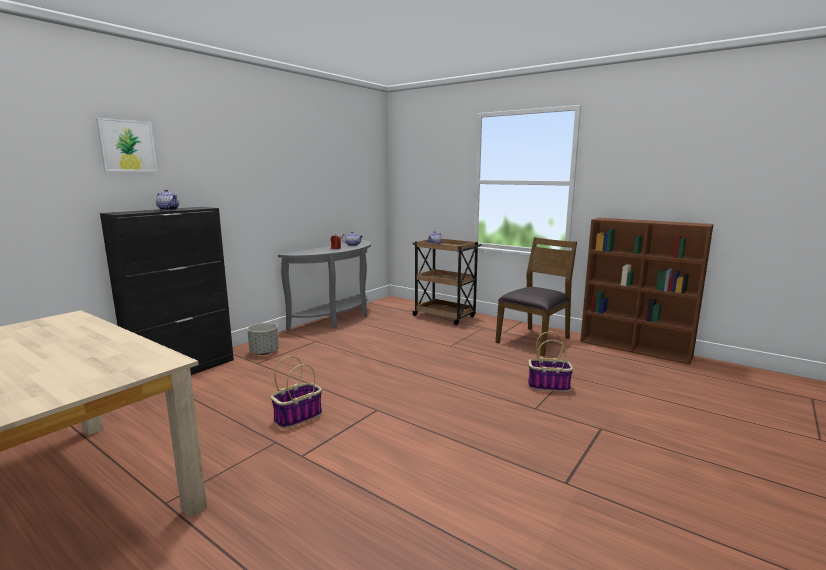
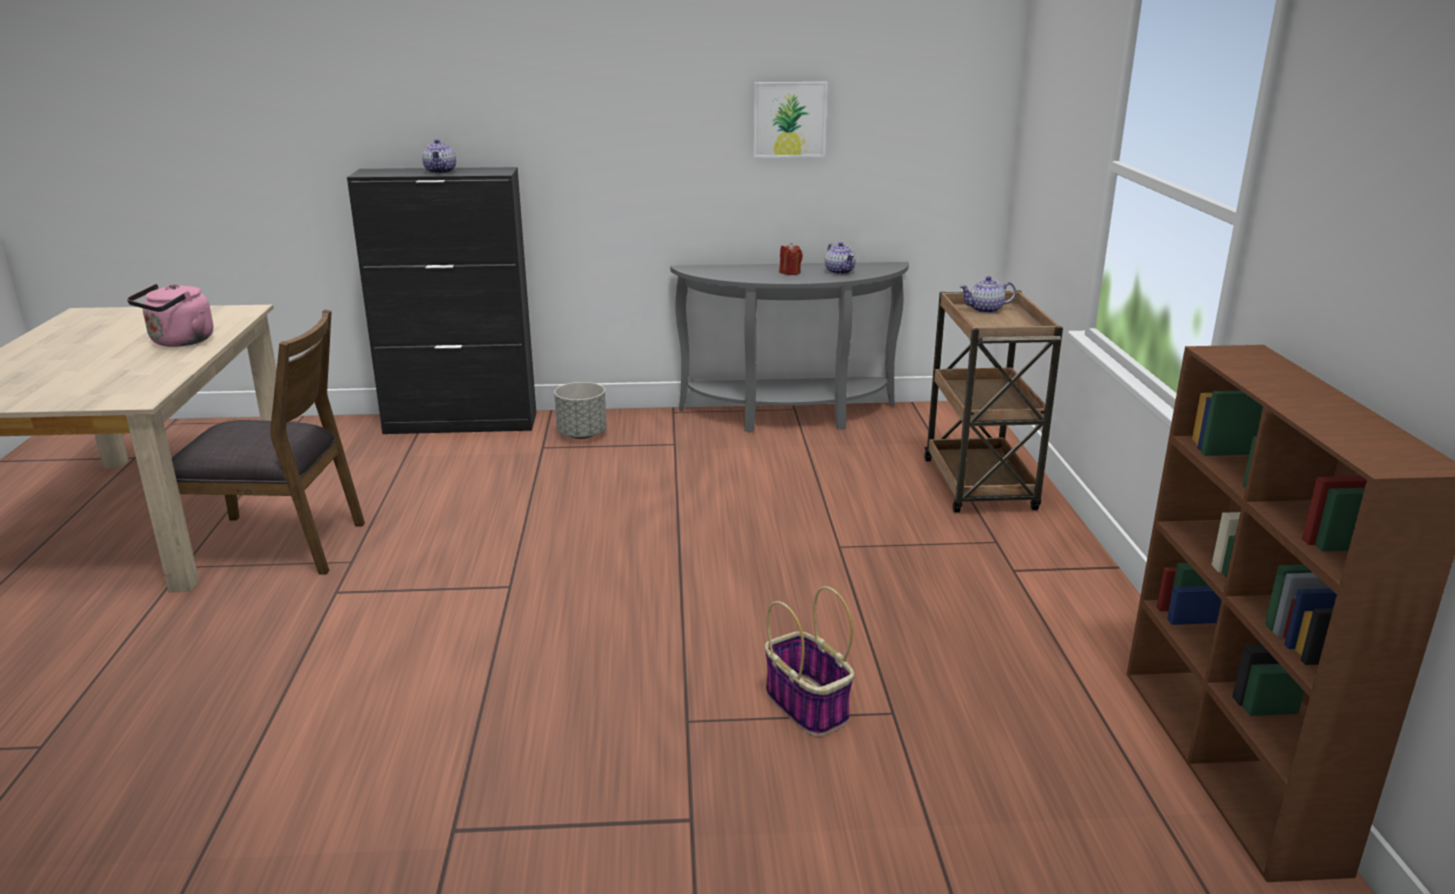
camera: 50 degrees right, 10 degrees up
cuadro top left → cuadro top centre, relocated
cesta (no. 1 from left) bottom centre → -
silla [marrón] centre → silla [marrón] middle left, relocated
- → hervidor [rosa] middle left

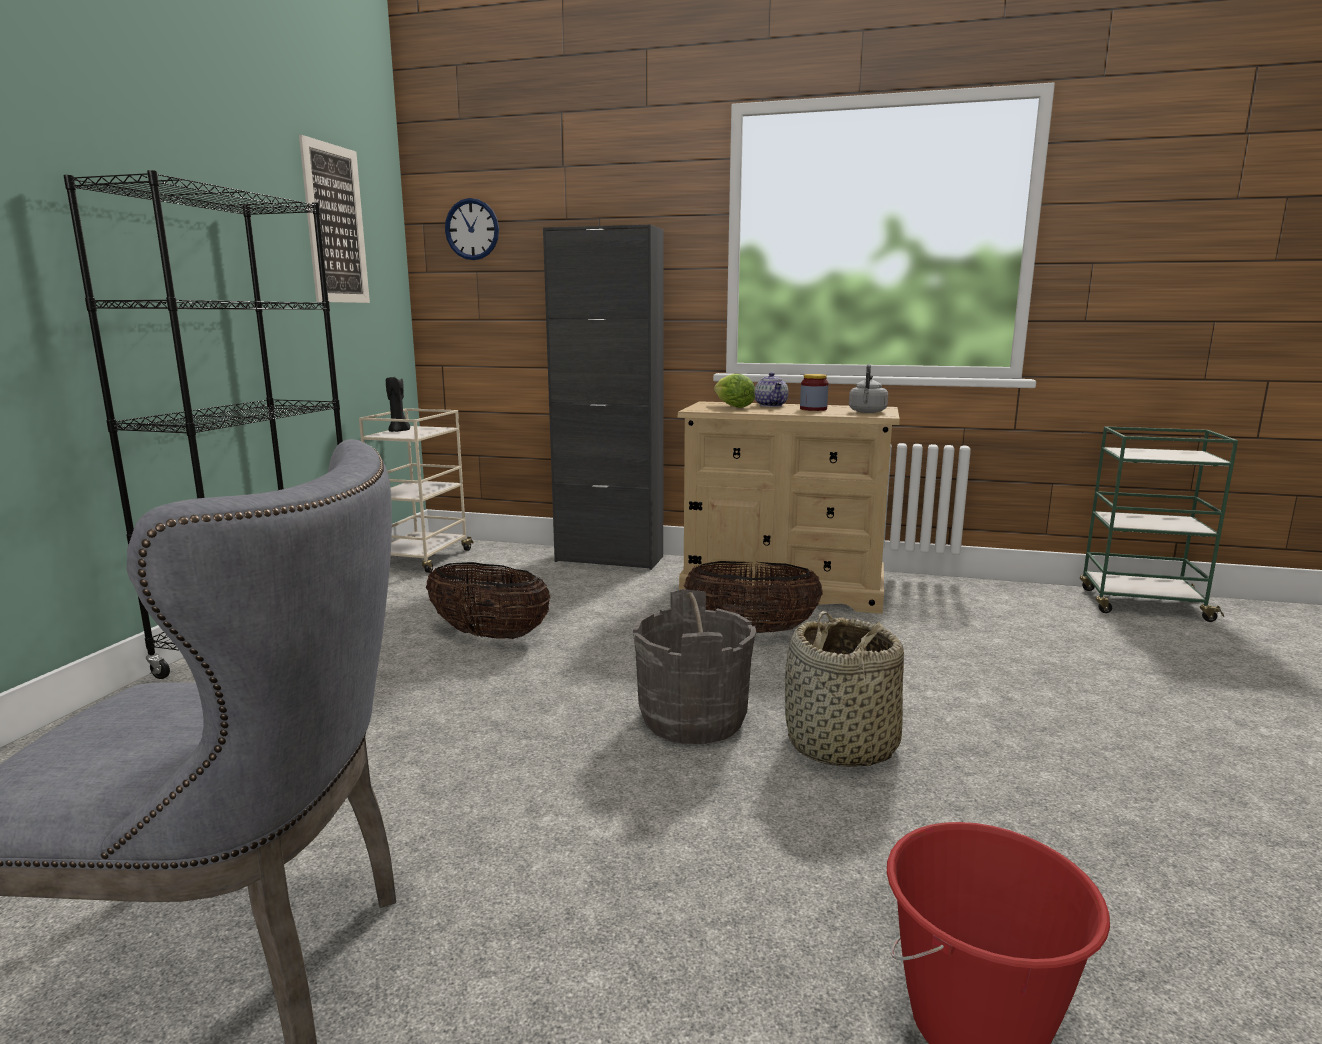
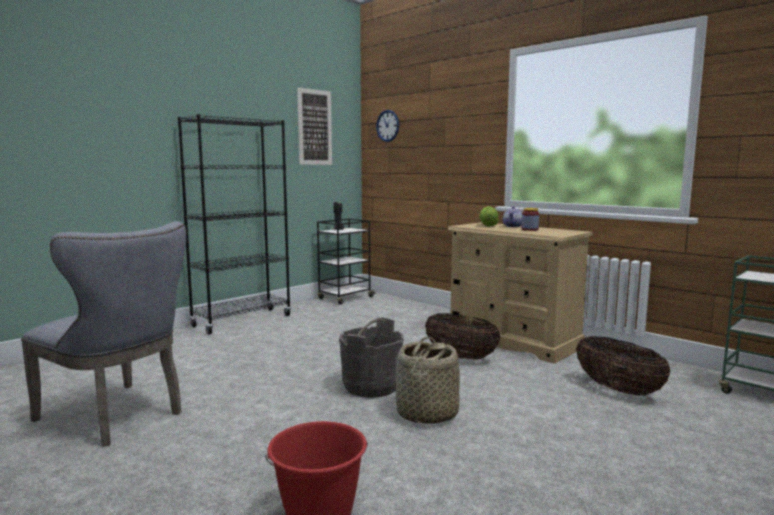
camera: 30 degrees right, 5 degrees down
carrito [beis] middle left → carrito [negro] centre
cesta (no. 1 from left in the first image) centre → cesta (no. 3 from left) bottom right, relocated
armario [negro] centre → -
hervidor [gris] centre → -

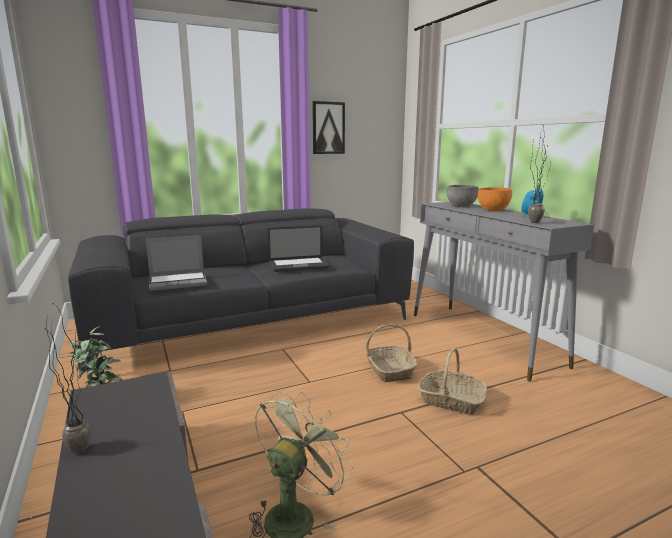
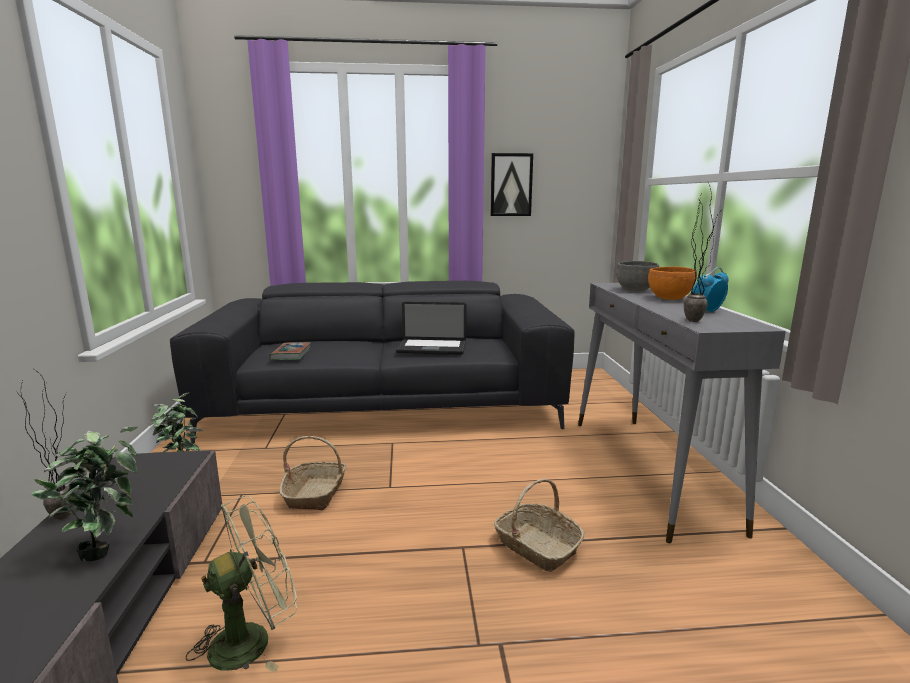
camera: 20 degrees right, 0 degrees up
portátil (no. 1 from left) middle left → libro middle left
cesta (no. 1 from left) centre → cesta (no. 1 from left) bottom centre, relocated
- → planta en maceta (no. 2 from left) bottom left

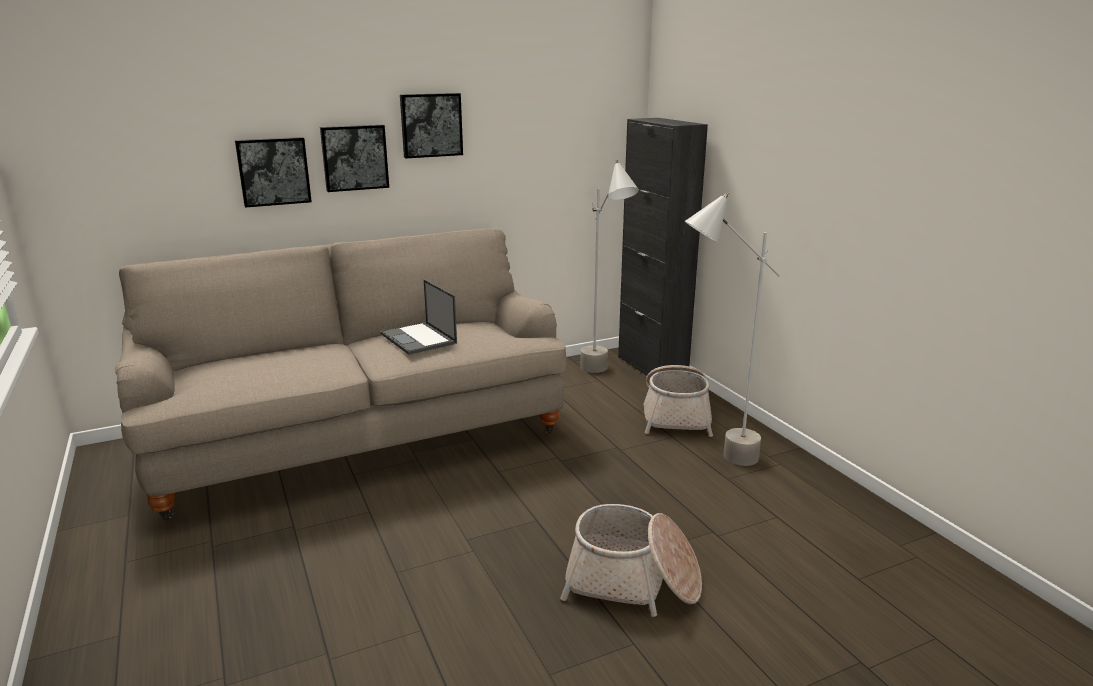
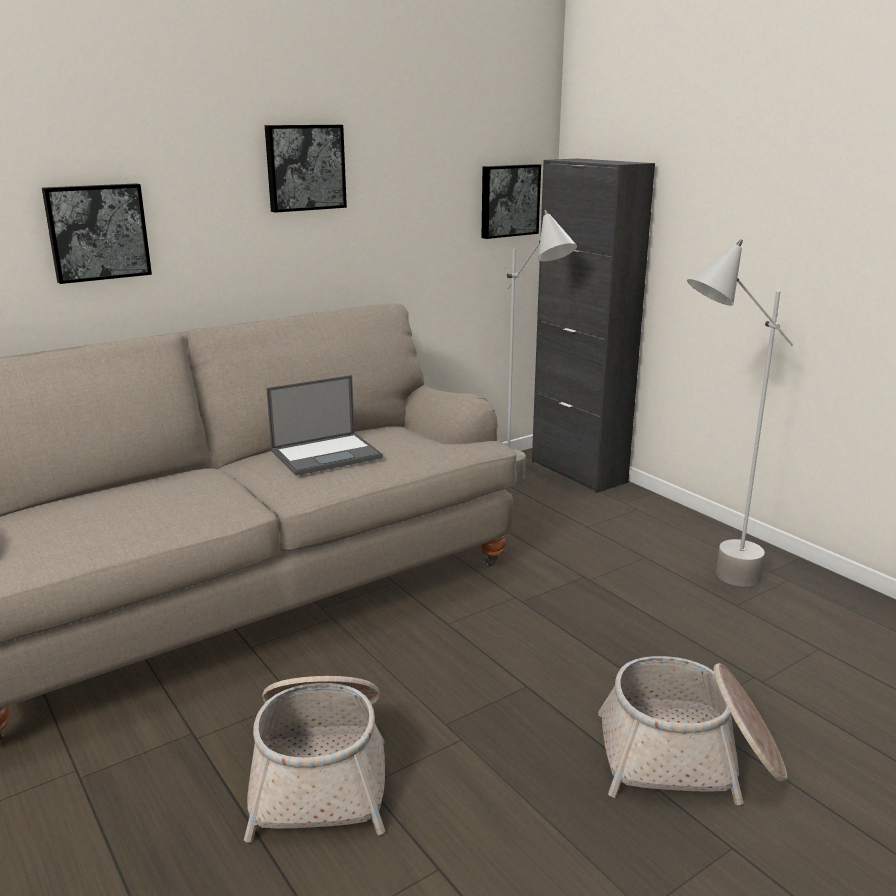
camera: 10 degrees left, 0 degrees up
cuadro (no. 2 from left in the first image) top left → cuadro (no. 3 from left) top centre, relocated
portátil centre, 75 degrees counterclockwise
cesta (no. 2 from left in the first image) centre → cesta (no. 1 from left) bottom centre, relocated

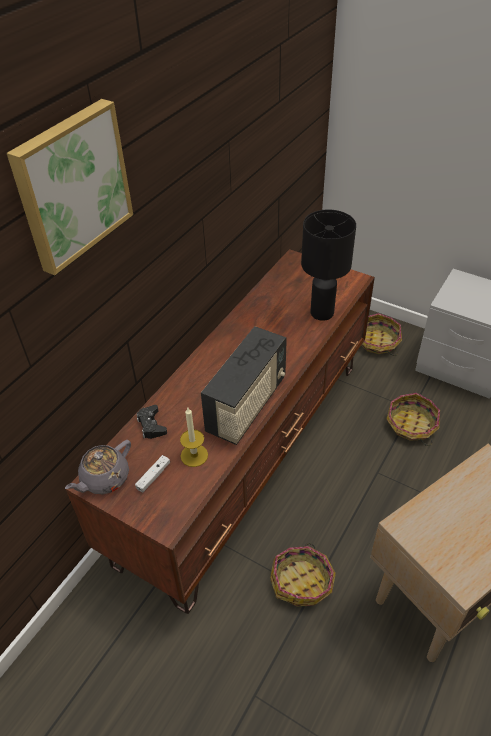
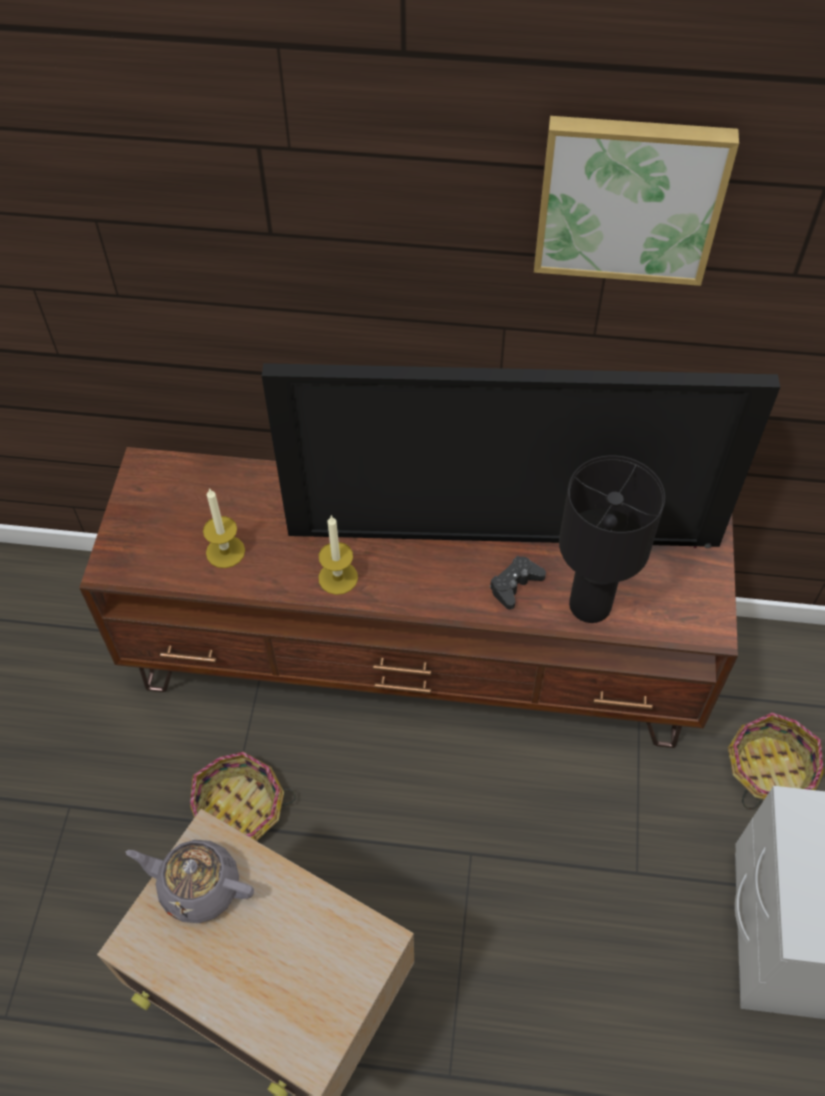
camera: 65 degrees right, 10 degrees up
cuadro top left → cuadro top right, relocated
tetera [gris] middle left → tetera [gris] bottom left, relocated
mando de consola [blanco] middle left → -
mando de consola [negro] middle left → mando de consola [negro] centre, relocated
radio centre → vela (no. 2 from left) centre
cesta (no. 3 from left) middle right → -
- → televisor centre

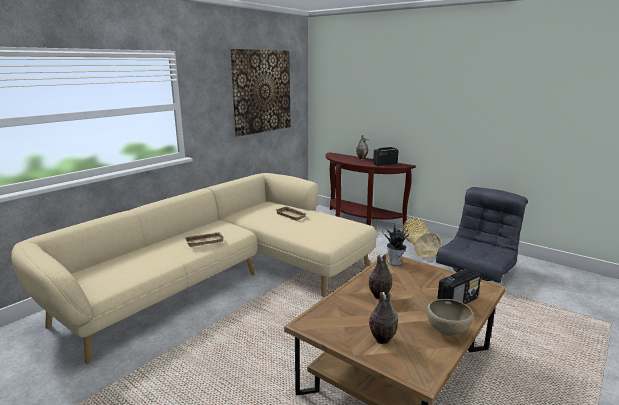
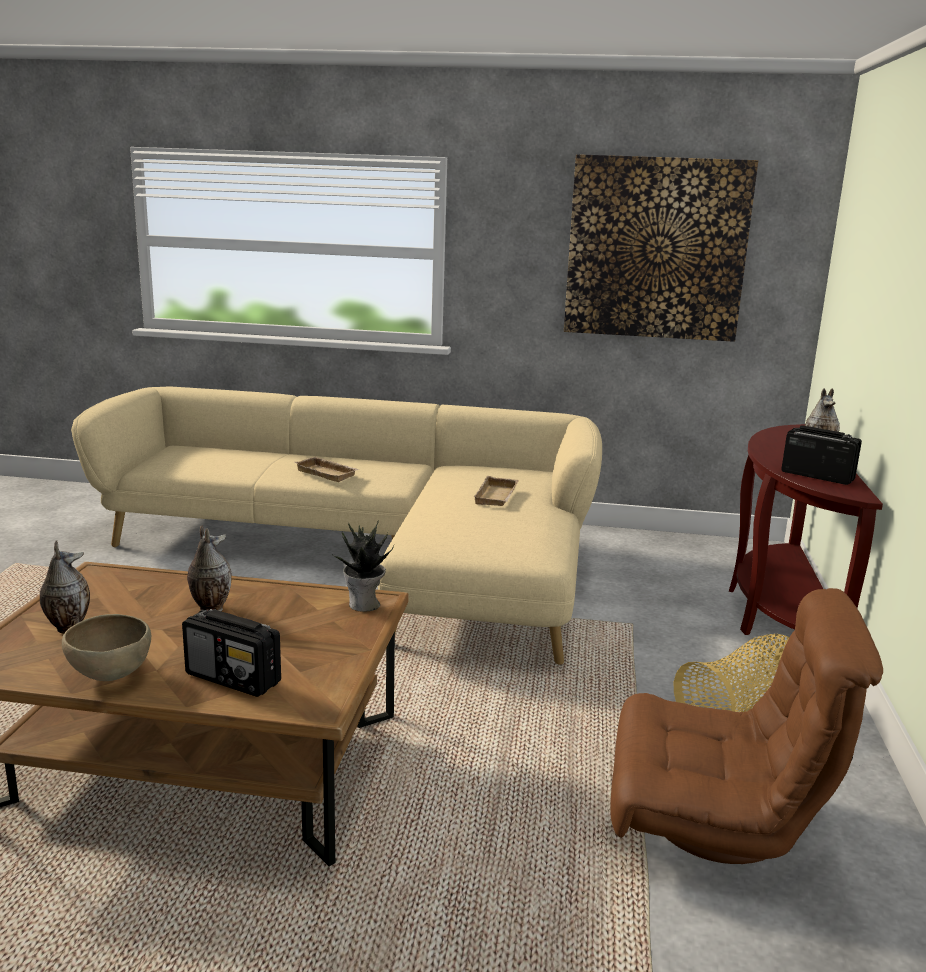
camera: 60 degrees right, 0 degrees up
sillón [gris] middle right → sillón [marrón] bottom right

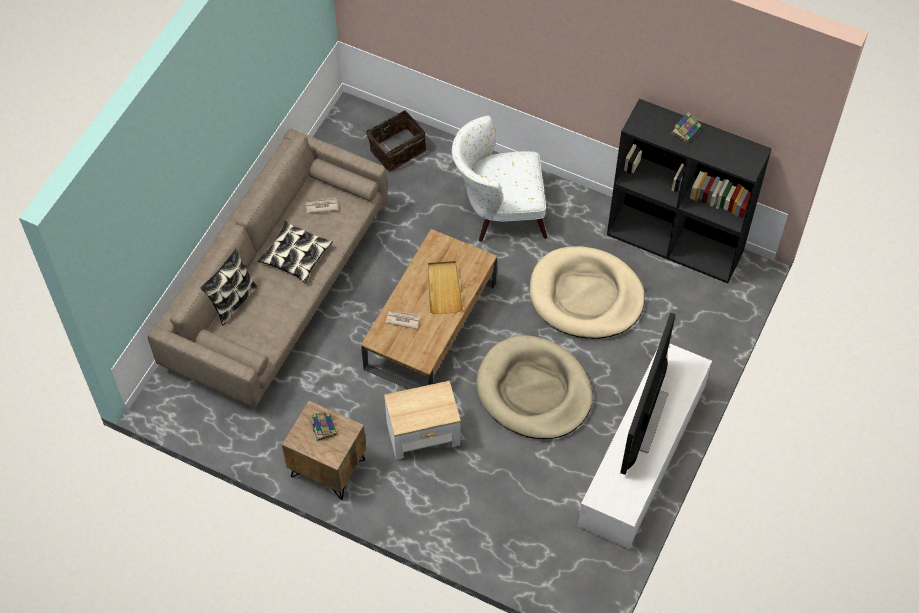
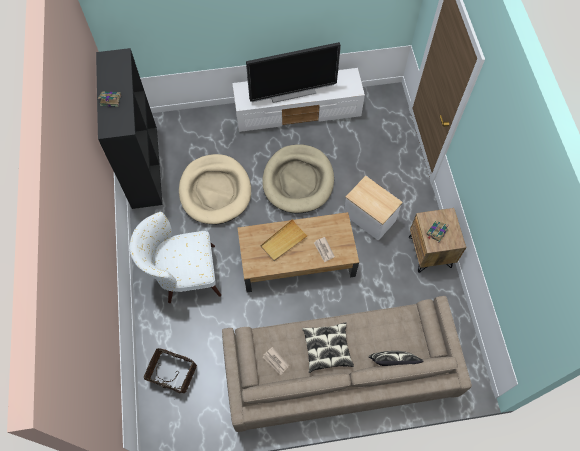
camera: 125 degrees left, 5 degrees up
sillón [blanco] top centre → sillón [blanco] middle left, 120 degrees clockwise

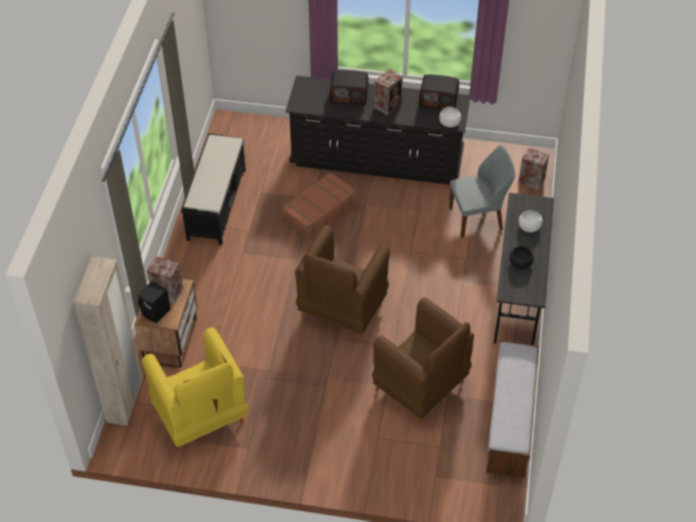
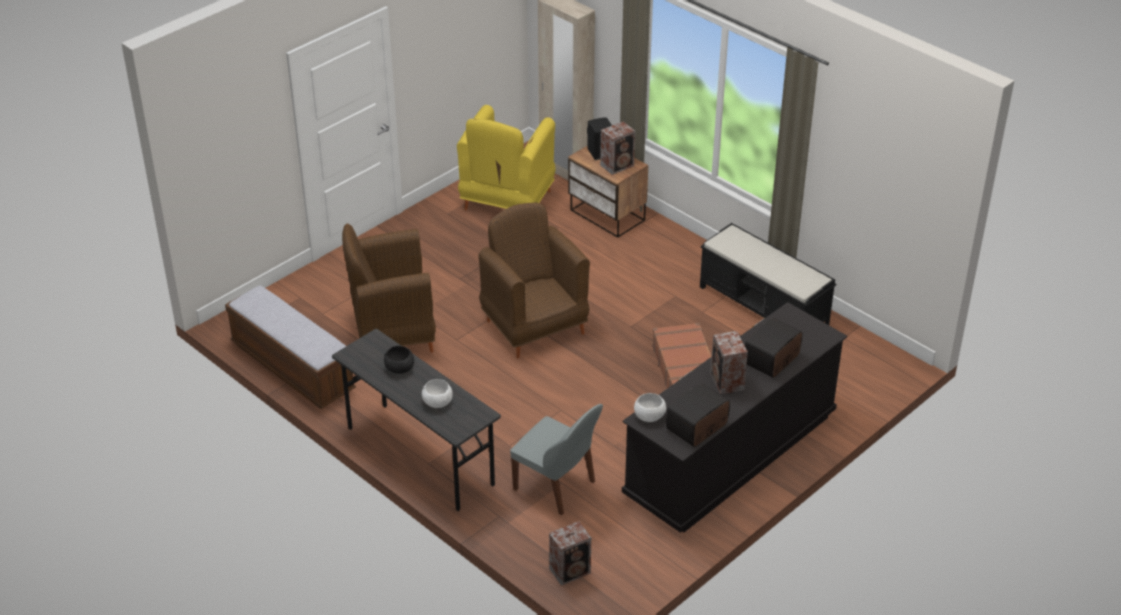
camera: 125 degrees right, 10 degrees down
sillón [amarillo] bottom left → sillón [amarillo] top centre, 75 degrees counterclockwise
silla [gris] middle right → silla [gris] bottom centre, 75 degrees counterclockwise

